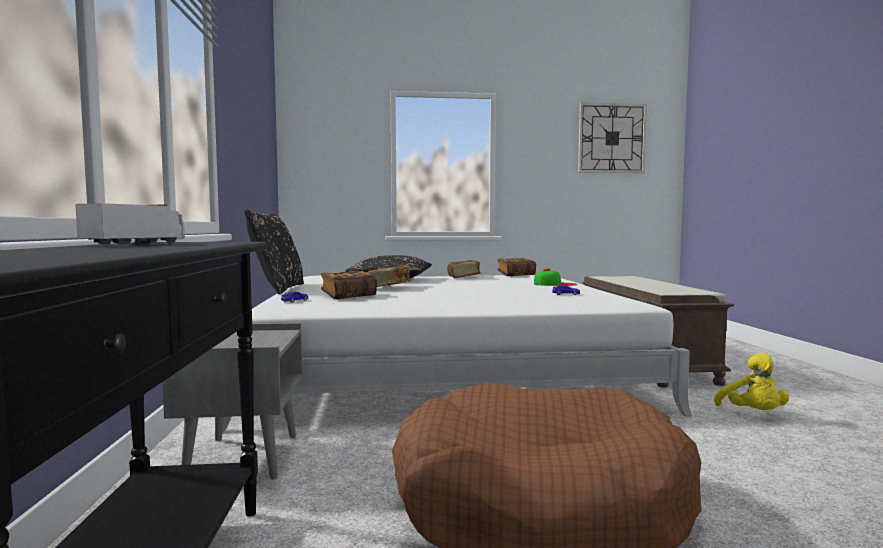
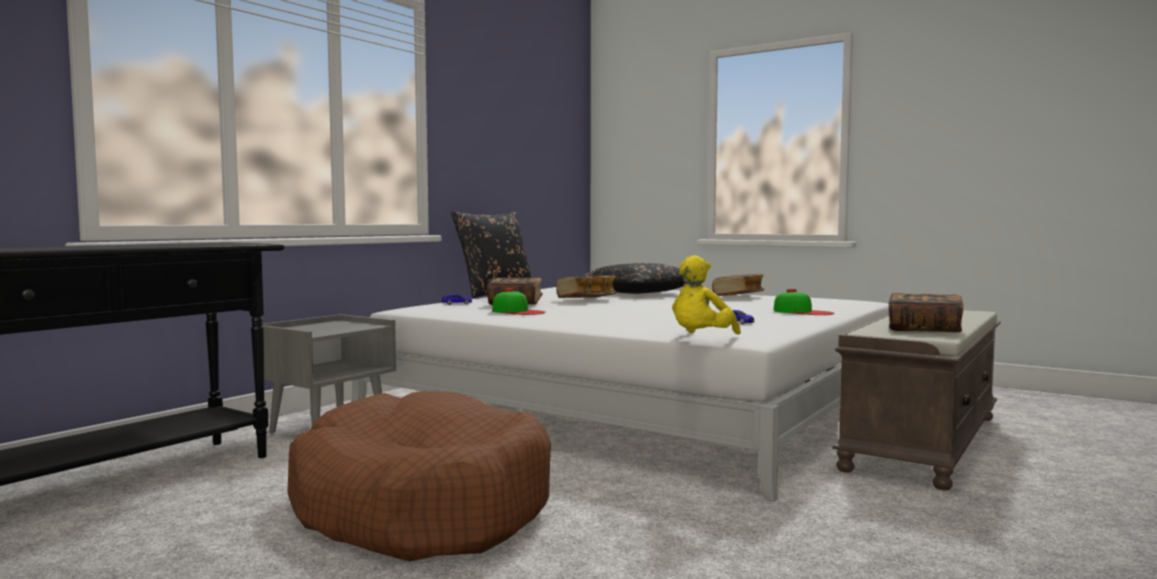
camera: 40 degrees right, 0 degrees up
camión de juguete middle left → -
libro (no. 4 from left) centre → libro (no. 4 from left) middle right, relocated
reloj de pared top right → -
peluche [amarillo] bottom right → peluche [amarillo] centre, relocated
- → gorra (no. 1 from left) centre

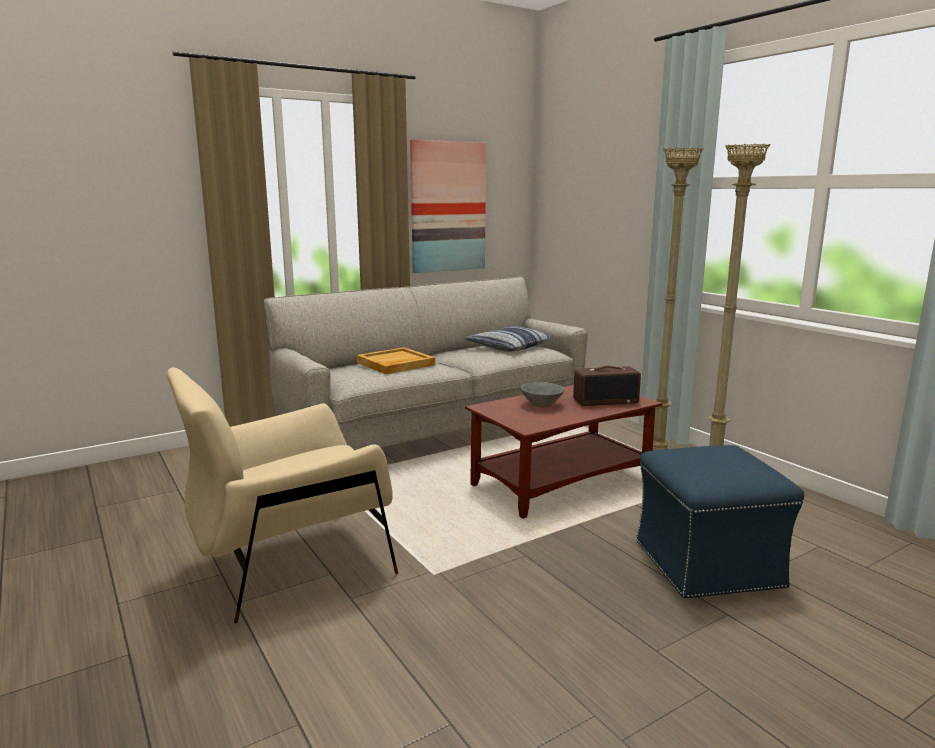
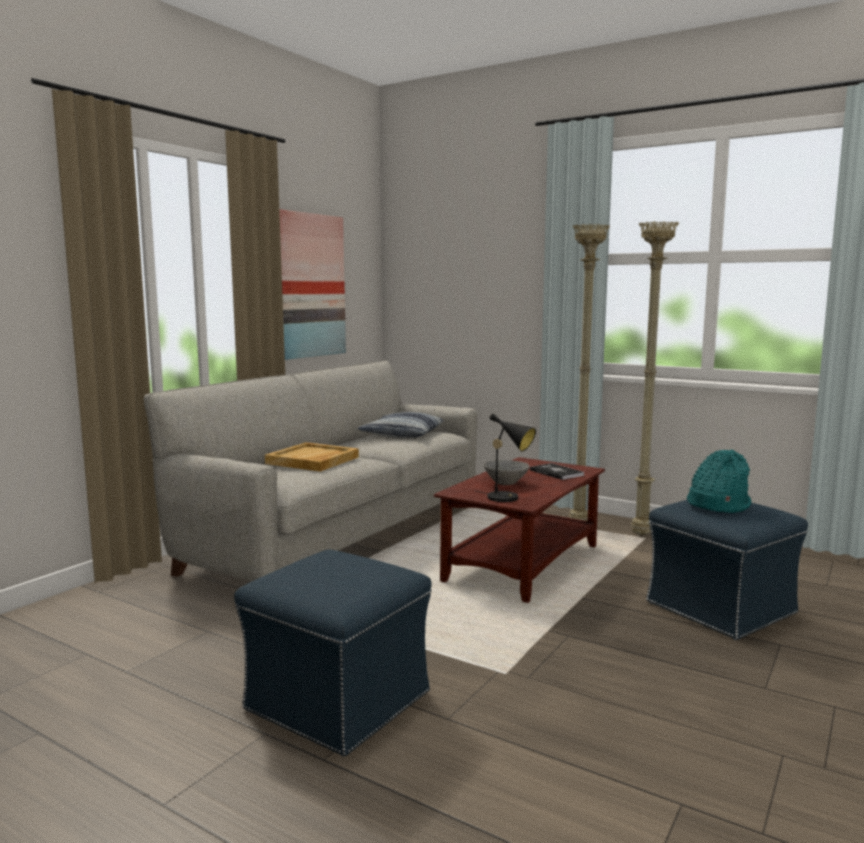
camera: 25 degrees left, 5 degrees down
sillón [beis] middle left → puf [azul] (no. 1 from left) bottom centre
radio centre → libro centre
- → lámpara de mesa [negro] centre
- → sombrero [turquesa] middle right

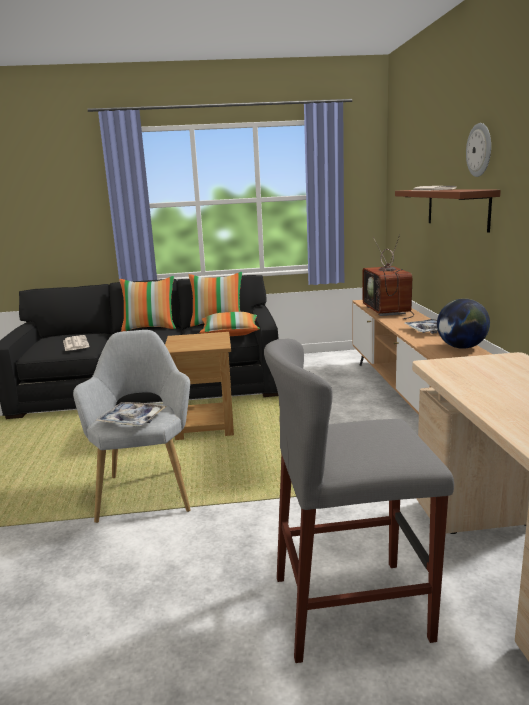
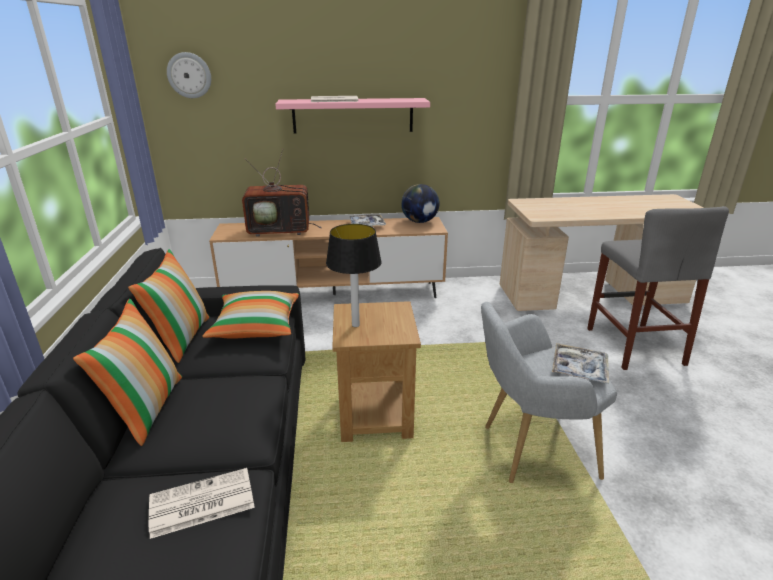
camera: 90 degrees left, 10 degrees up
estante [marrón] top right → estante [rosa] top centre
reloj de pared top right → reloj de pared top left, relocated
- → lámpara de mesa centre

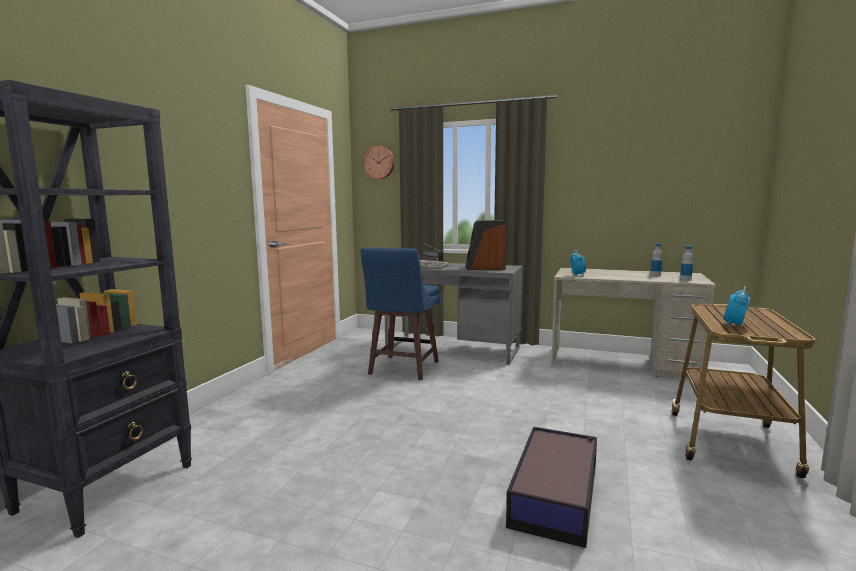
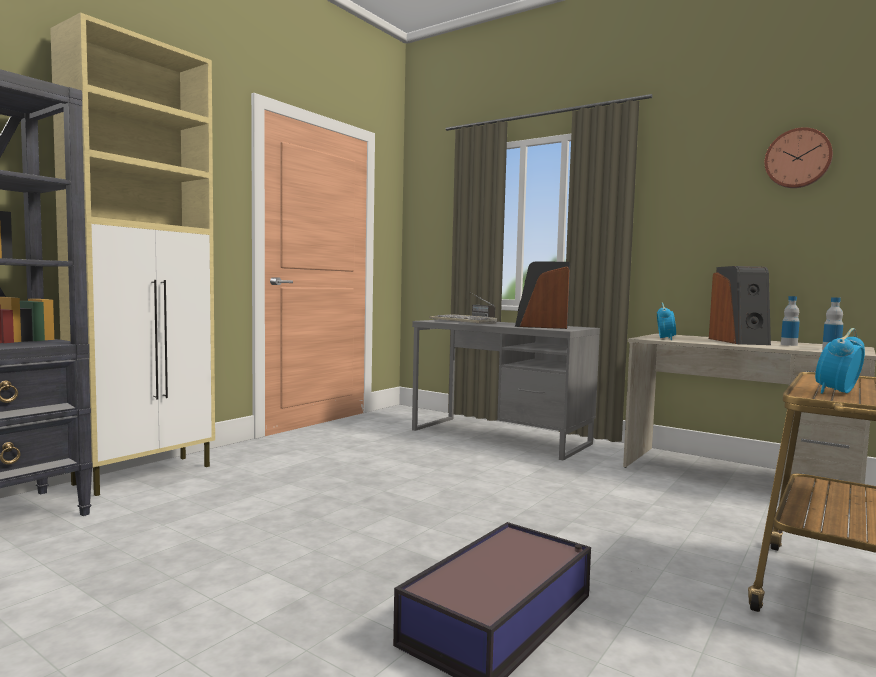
camera: 15 degrees right, 5 degrees down
taburete [azul] centre → -
reloj de pared top centre → reloj de pared top right, relocated
- → armario [beis] middle left
- → altavoz (no. 2 from left) middle right

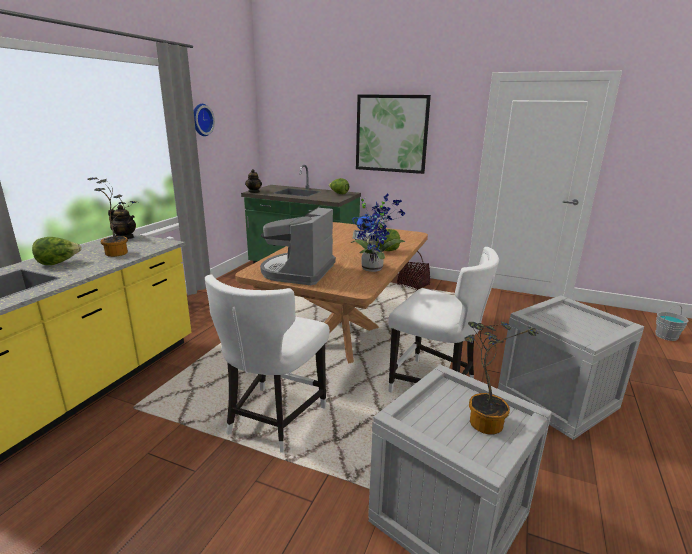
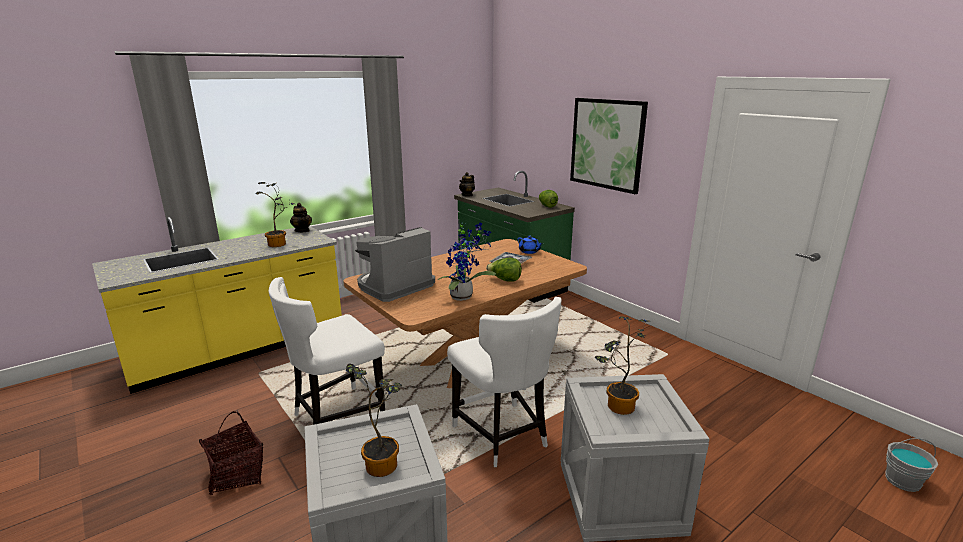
camera: 30 degrees right, 0 degrees up
lechuga (no. 1 from left) middle left → -
reloj de pared top left → -
cesta centre → cesta bottom left, relocated
- → planta en maceta (no. 4 from left) bottom centre

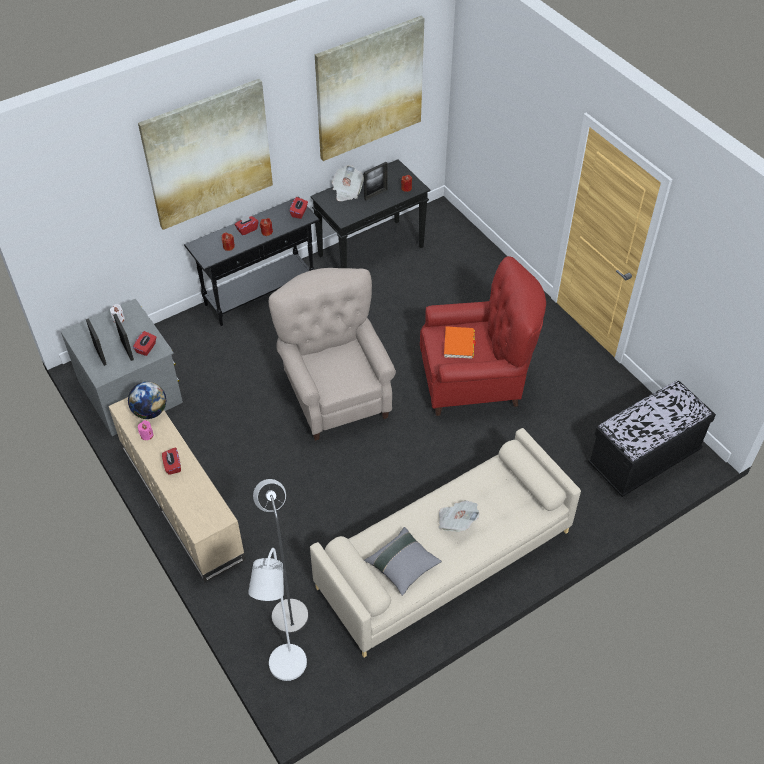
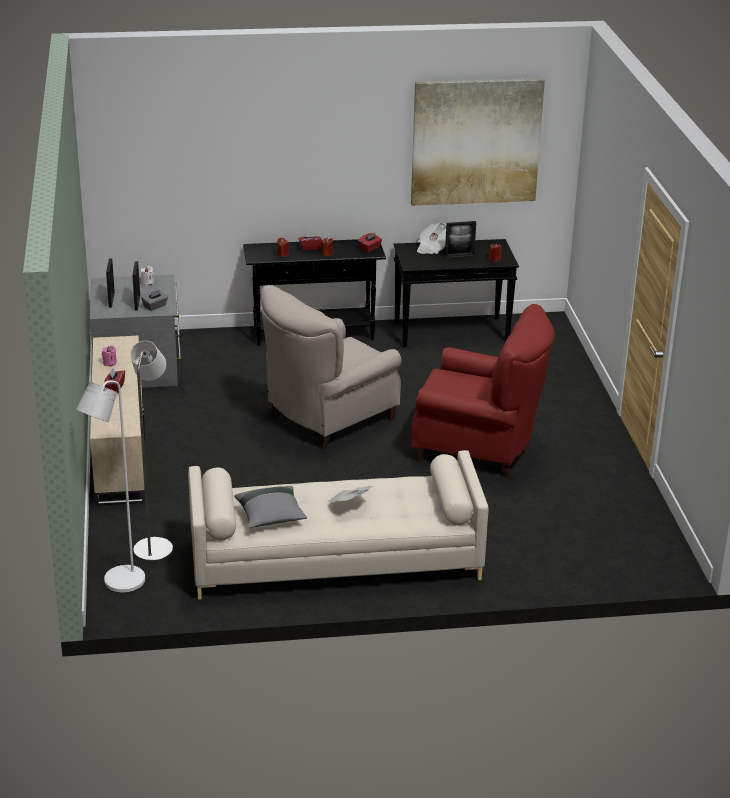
camera: 25 degrees right, 20 degrees down
globo terráqueo middle left → -
caja de pañuelos [rojo] (no. 1 from left) middle left → caja de pañuelos [gris] middle left
cuadro (no. 1 from left) top left → -
sillón [beis] centre, 135 degrees counterclockwise
libro [naranja] centre → -
banco [negro] middle right → -

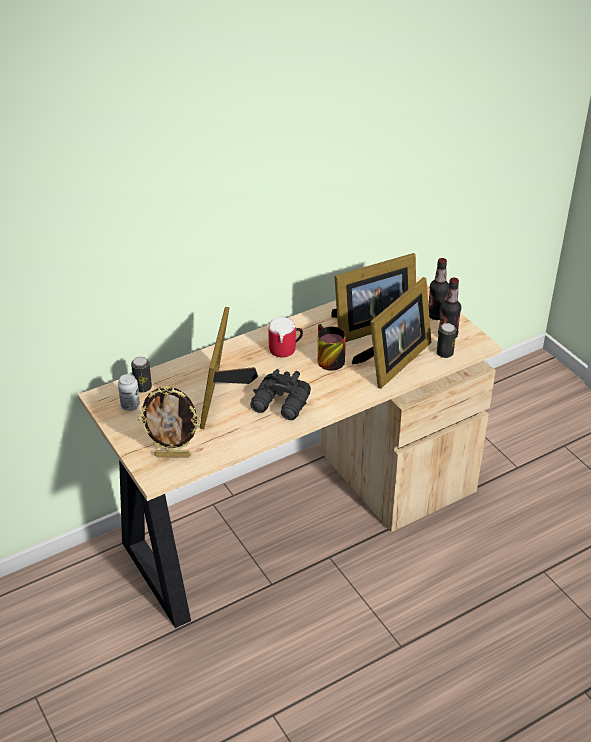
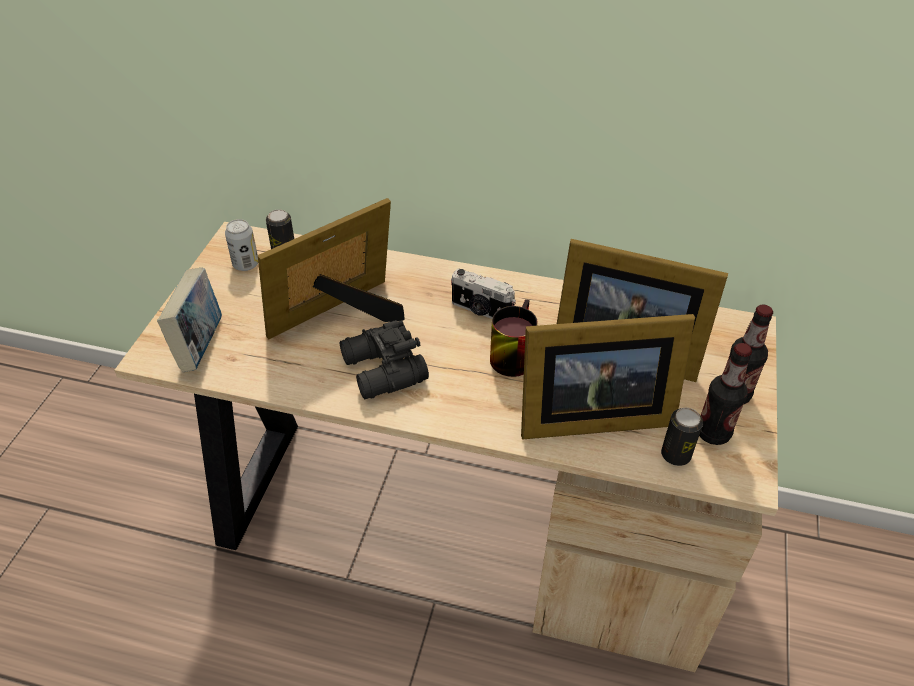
camera: 45 degrees right, 5 degrees up
portarretratos (no. 1 from left) middle left → libro middle left
taza grande (no. 1 from left) centre → cámara centre

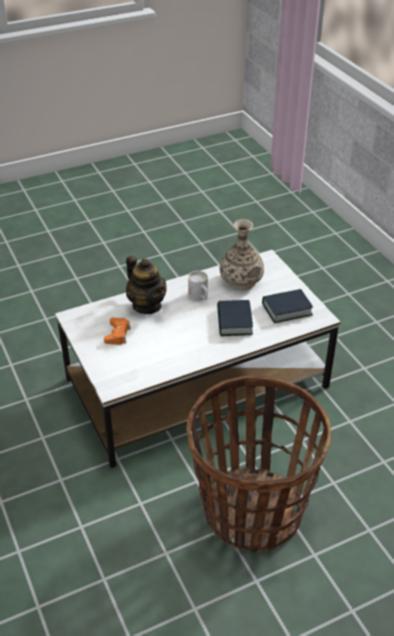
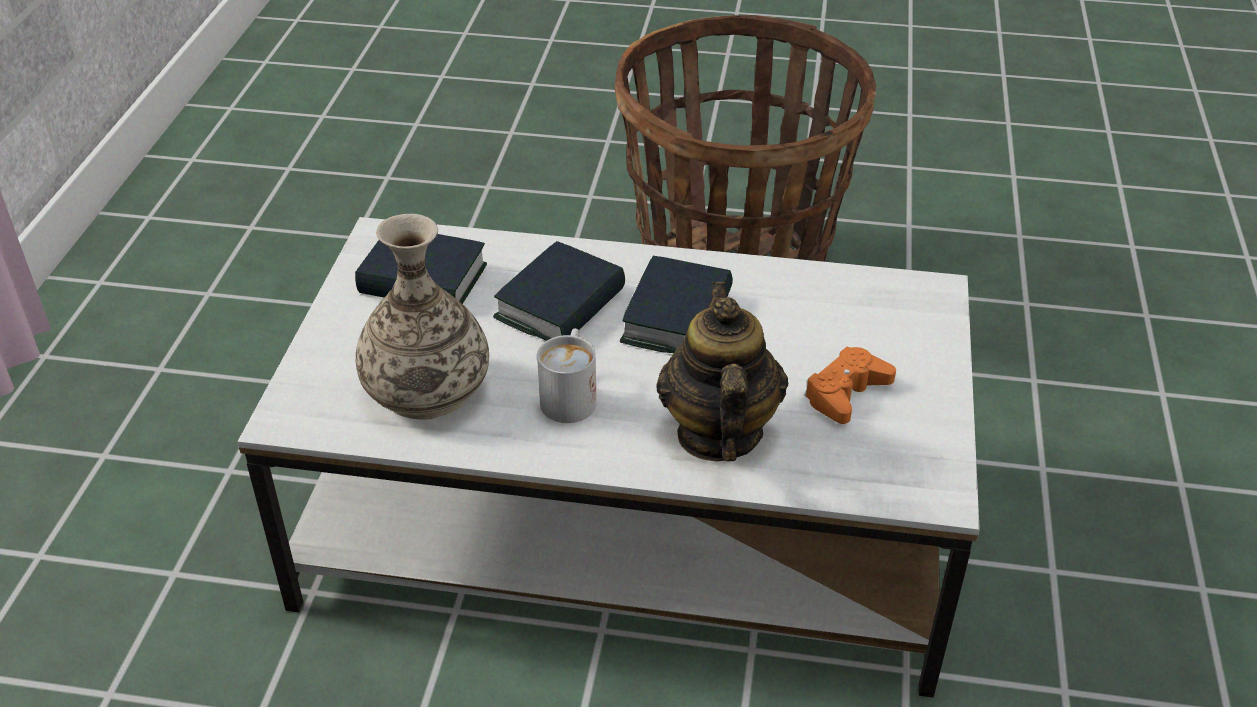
camera: 145 degrees left, 0 degrees up
- → libro (no. 3 from left) centre

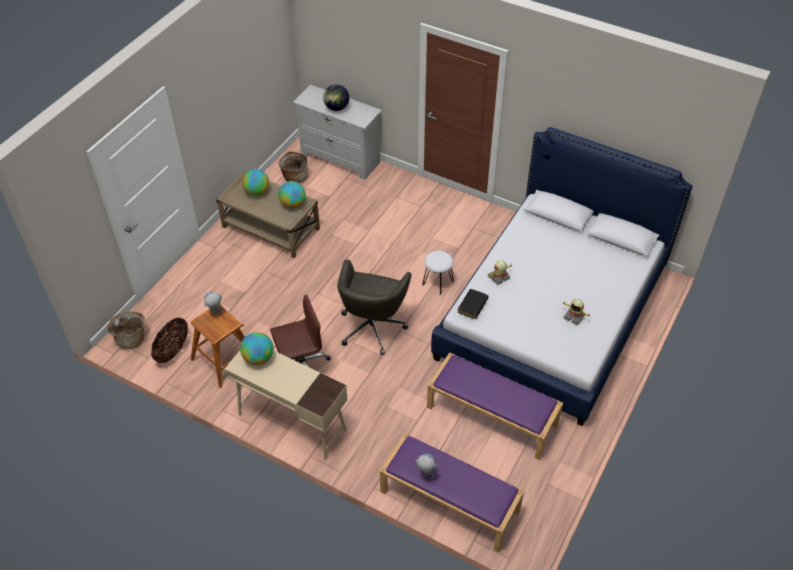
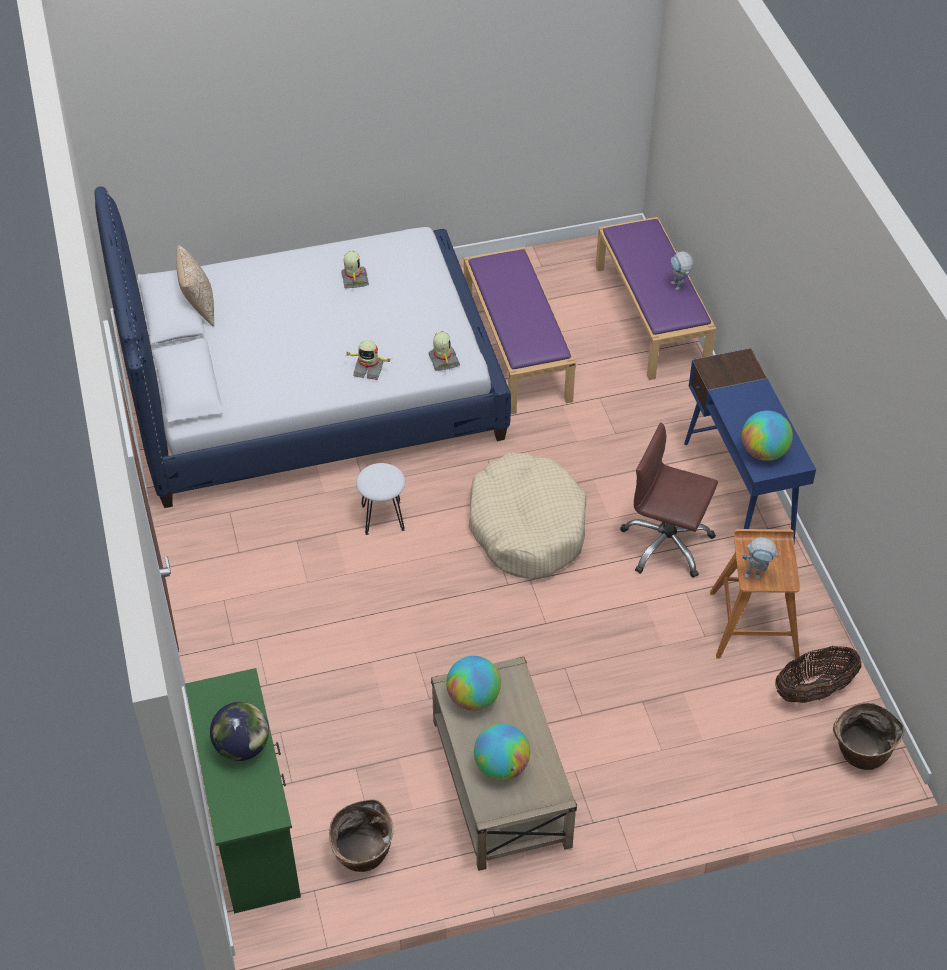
camera: 135 degrees left, 0 degrees up
escritorio [beis] bottom centre → escritorio [azul] middle right
cómoda [blanco] top centre → cómoda [verde] bottom left
silla de oficina [gris] centre → cama para perro [beis] centre
libro [negro] centre → robot de juguete (no. 3 from left) centre
- → cojín top left

